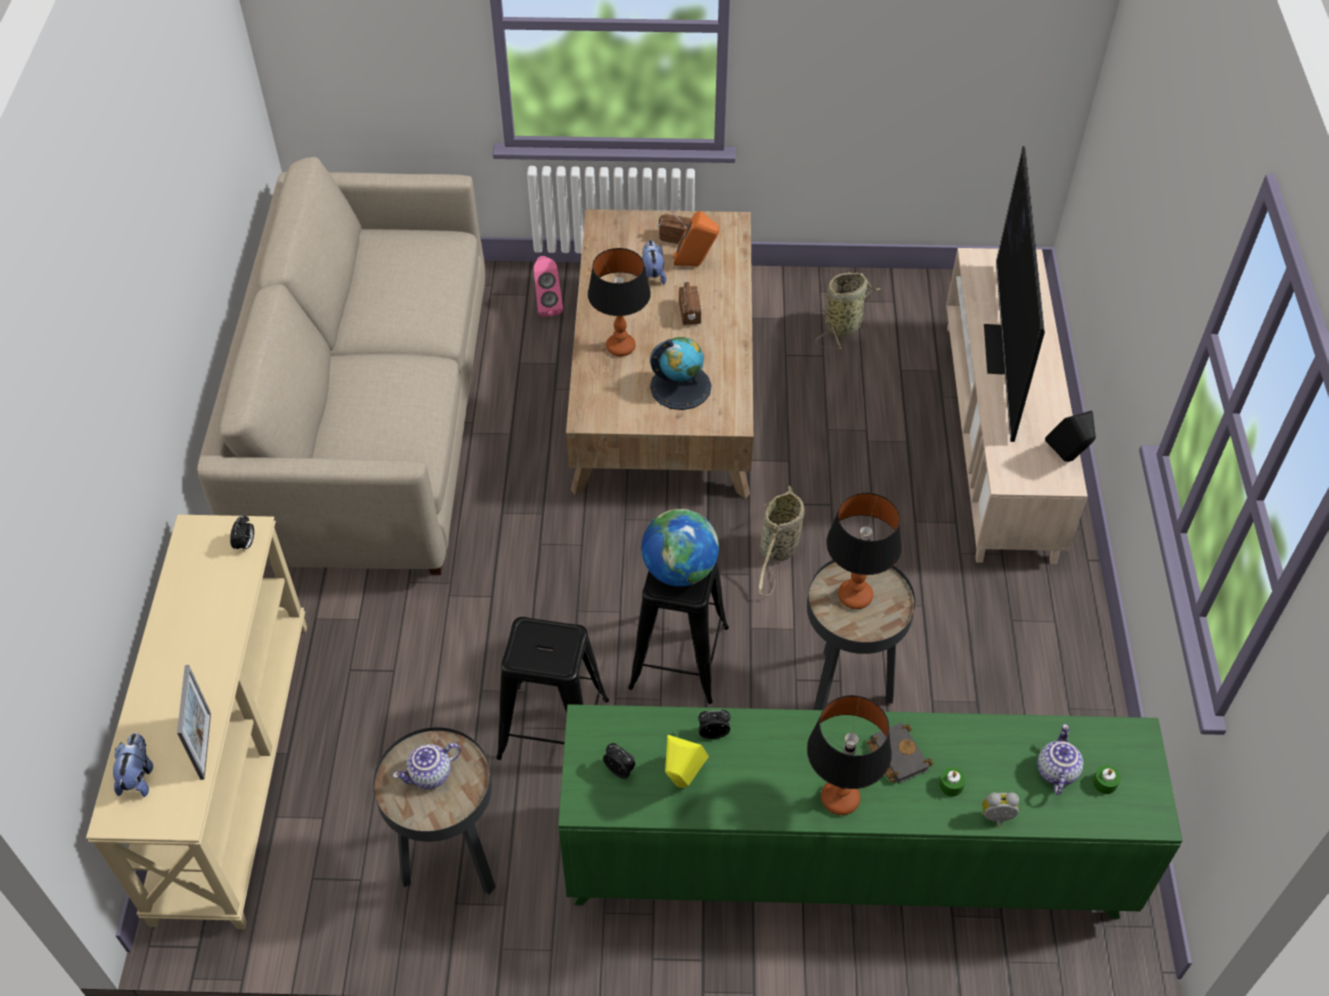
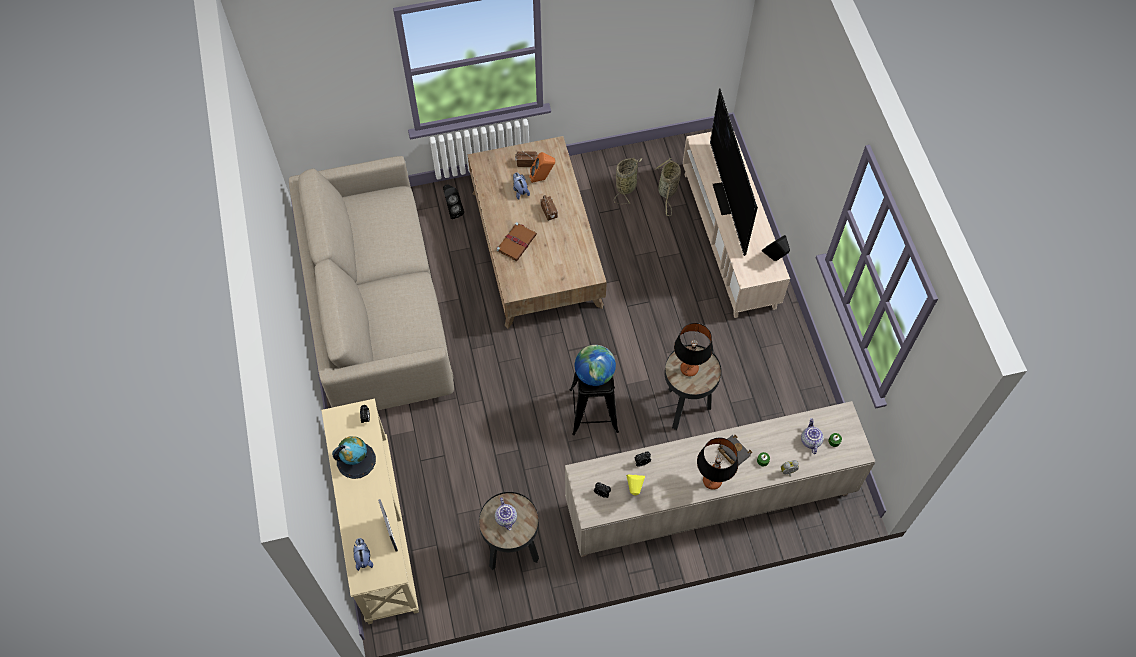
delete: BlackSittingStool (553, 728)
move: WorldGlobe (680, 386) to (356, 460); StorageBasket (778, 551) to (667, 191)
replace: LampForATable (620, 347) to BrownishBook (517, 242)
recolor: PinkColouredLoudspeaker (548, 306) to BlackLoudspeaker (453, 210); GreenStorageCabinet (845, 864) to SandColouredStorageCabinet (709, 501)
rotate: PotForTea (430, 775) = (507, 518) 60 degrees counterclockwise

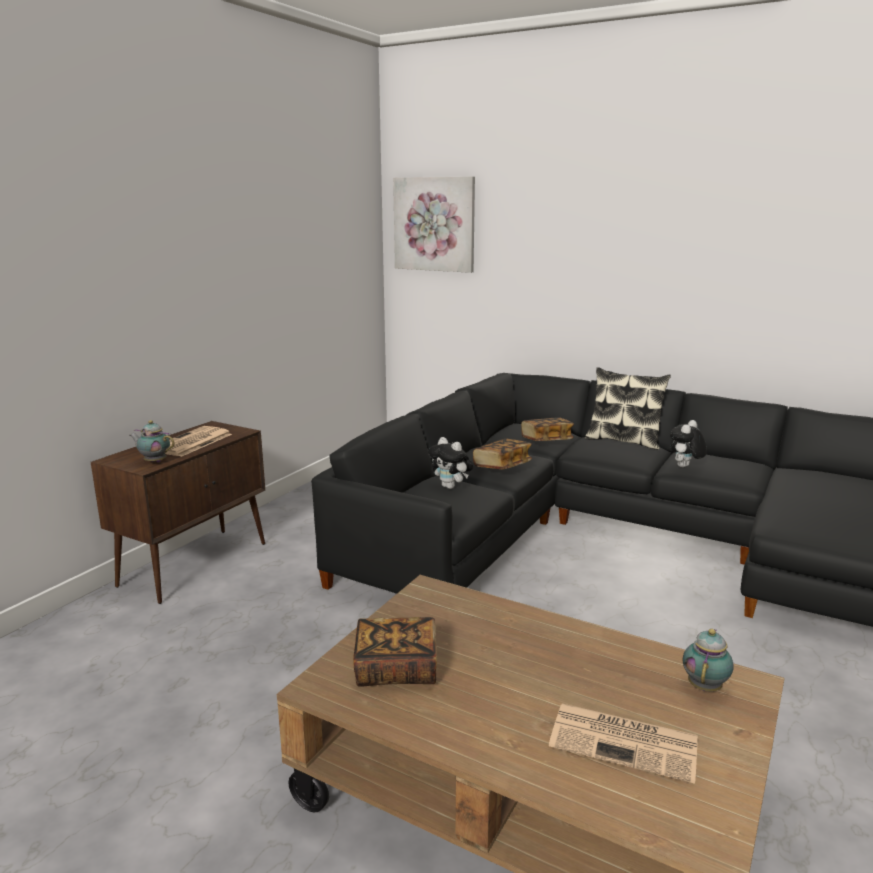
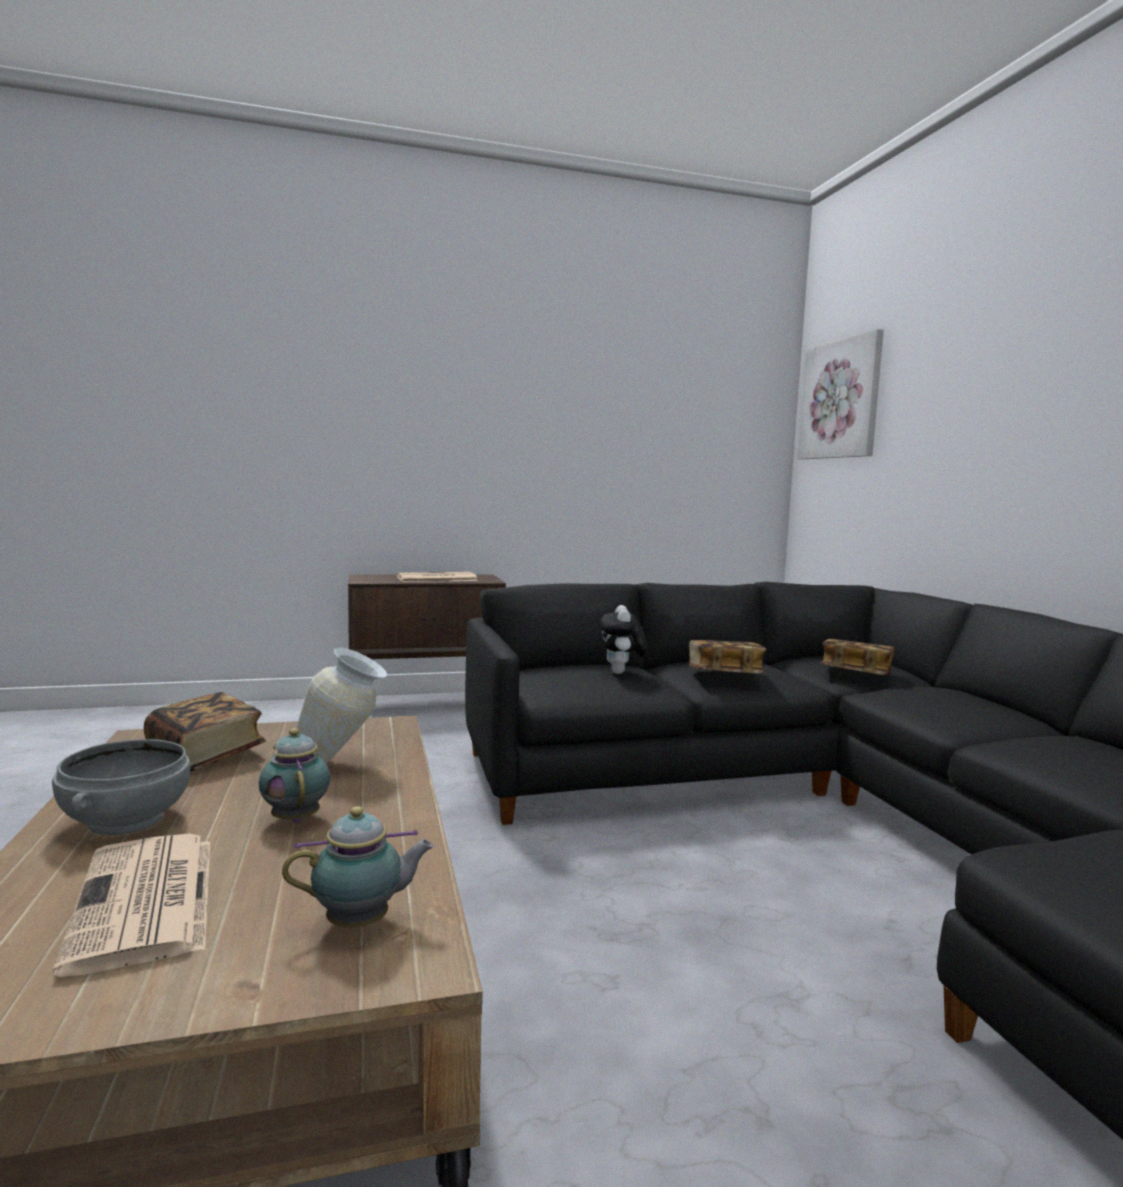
delete: ThrowPillow (624, 441); SoftToy (685, 467)
insert: GreyBowl (125, 820); DecorativeVase (341, 764)
move: PotForTea (154, 462) to (296, 818)

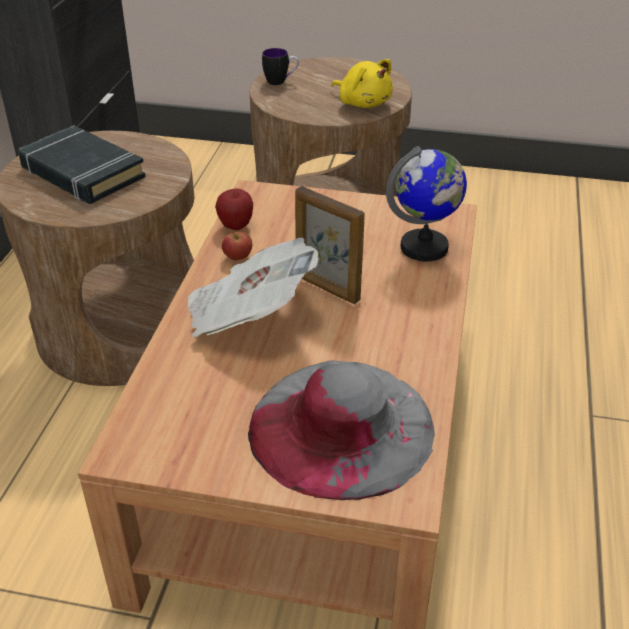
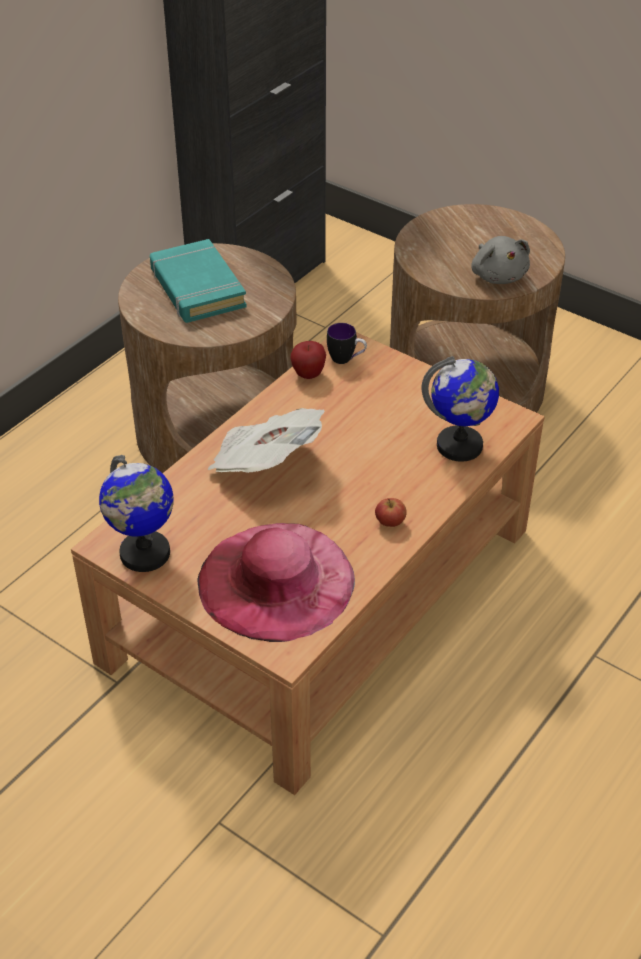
delete: PictureFrame (326, 288)
insert: WorldGlobe (144, 554)
move: AppleFruit (238, 257) to (390, 522); TeaMug (281, 82) to (346, 360)
recolor: BlackBook (82, 173) to BlueGreenBook (197, 288); GreyClothingHat (341, 427) to PinkColouredClothingHat (276, 580); YellowColouredSoftToy (363, 103) to GreySoftToy (498, 275)

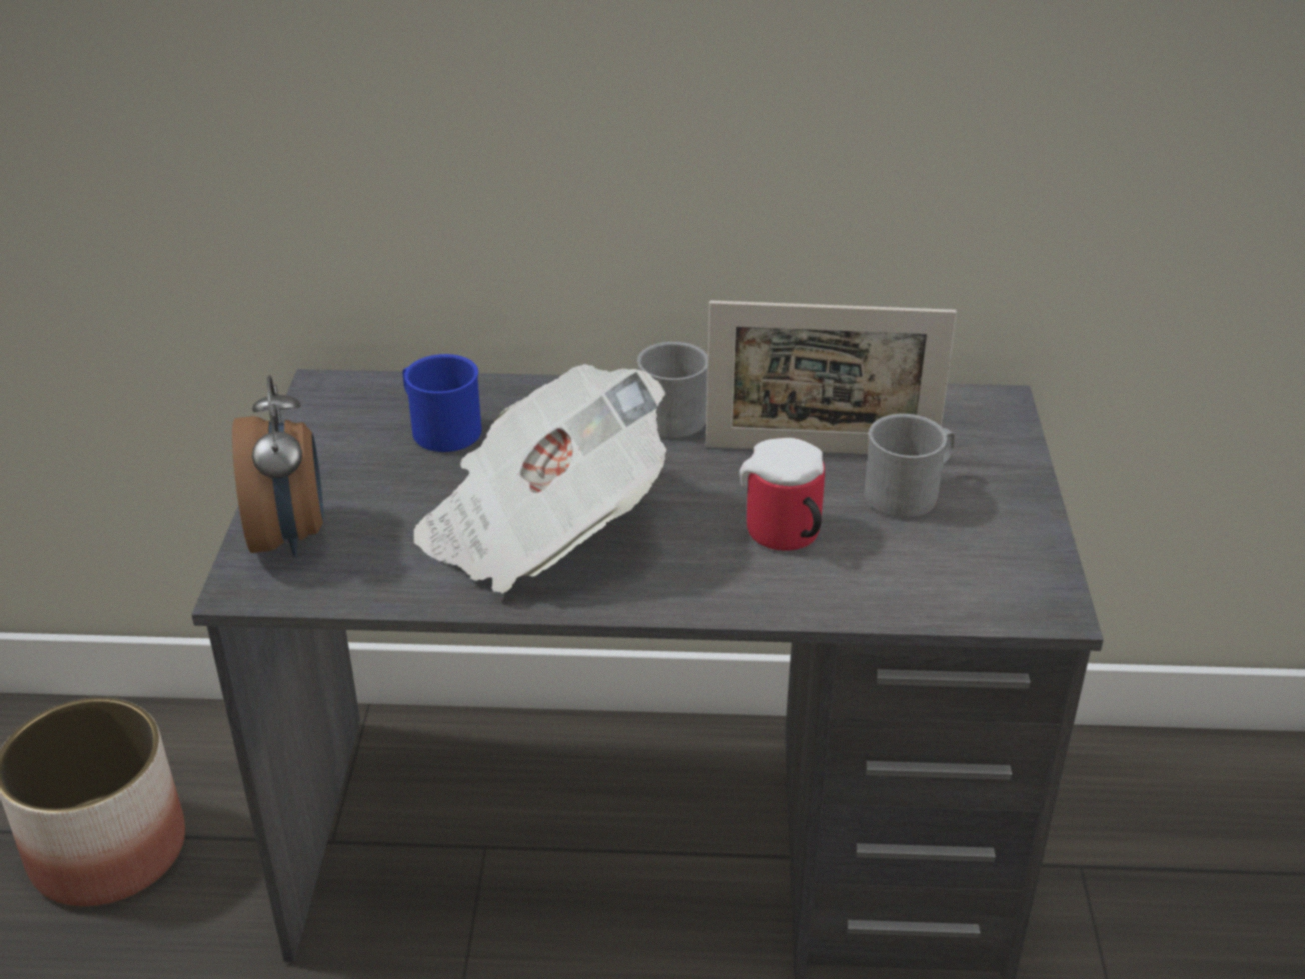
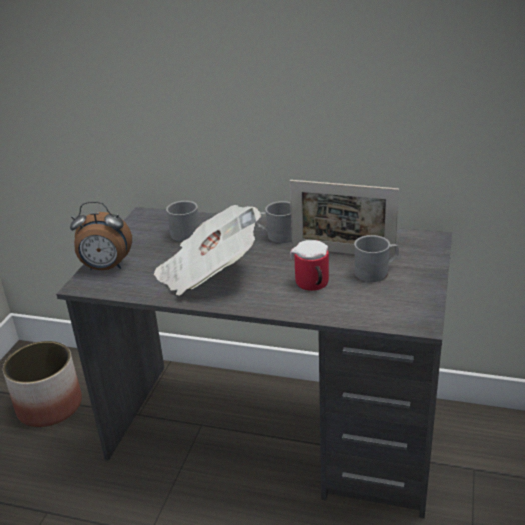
recolor: BlueColouredTeaMug (439, 428) to GreyTeaMug (183, 232)
rotate: BedsideClock (290, 535) = (106, 268) 90 degrees clockwise

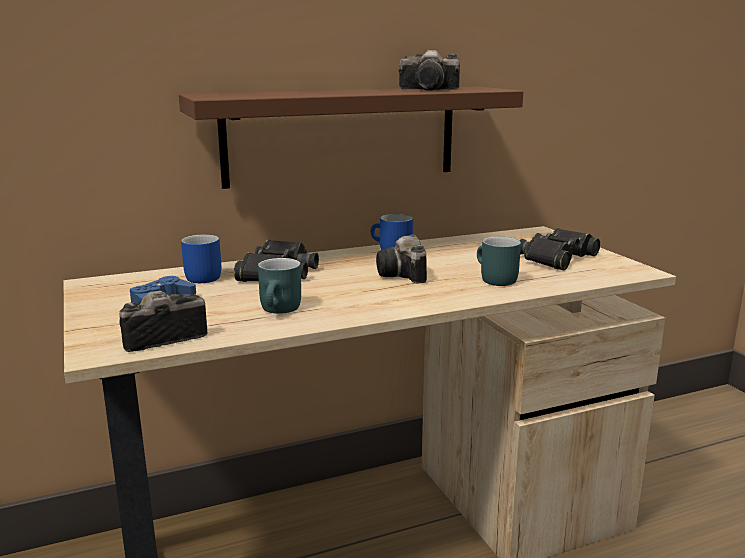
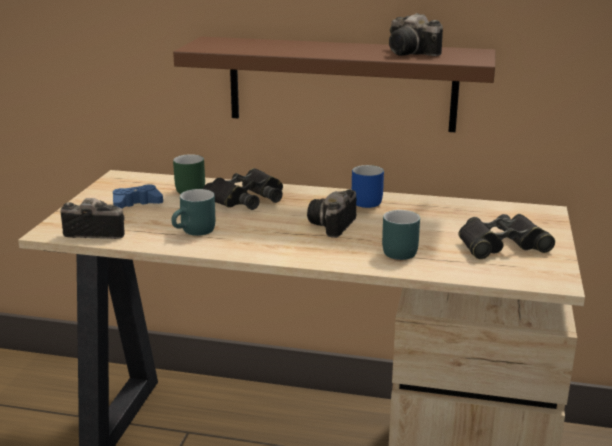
recolor: BlueColouredTeaMug (198, 277) to GreenTeaMug (188, 189)

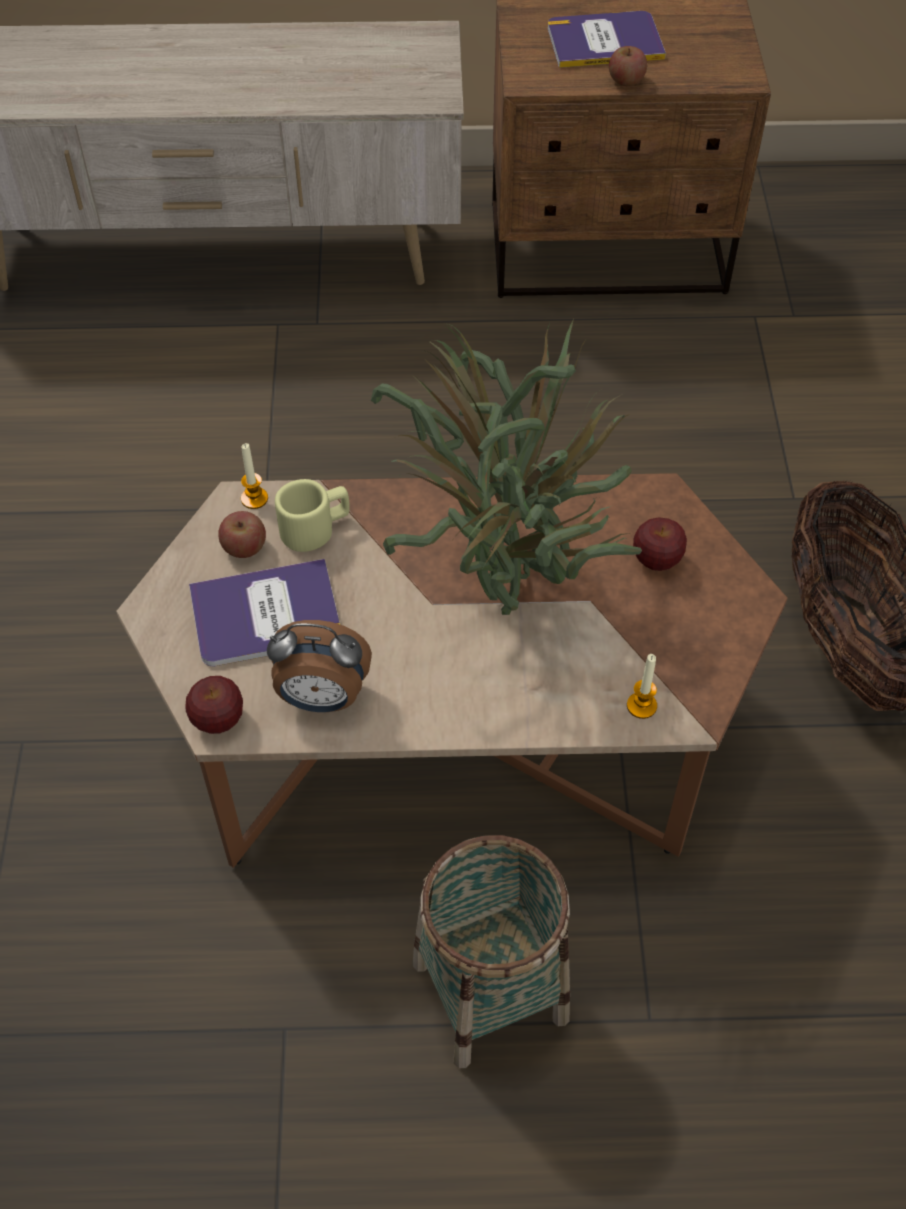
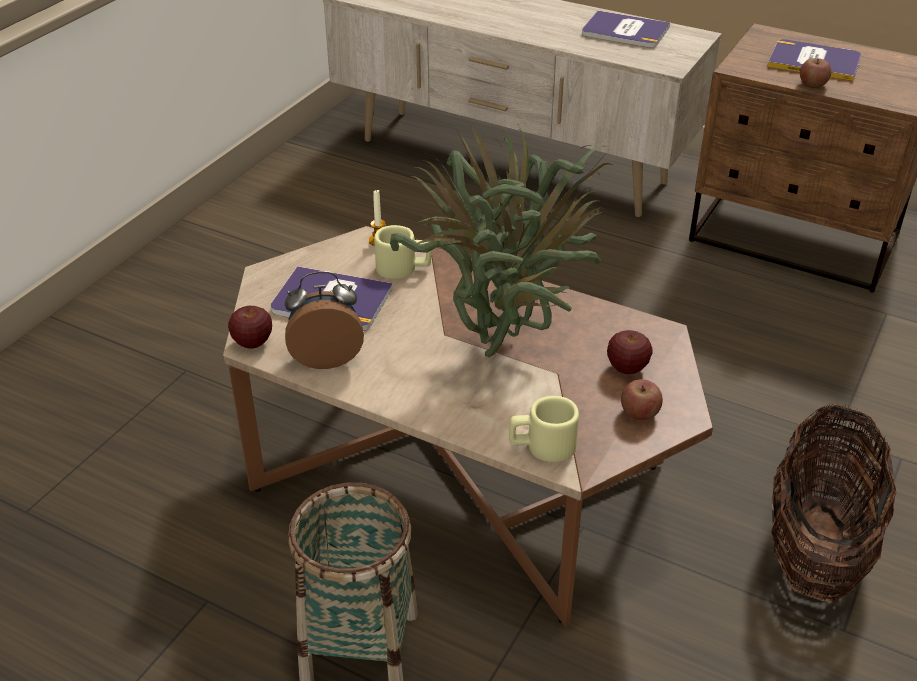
insert: Book (625, 31)
move: AppleFruit (244, 547) to (639, 413)
replace: WaxCandle (641, 706) to SandColouredTeaMug (542, 446)
rotate: BedsideClock (321, 698) = (326, 356) 135 degrees clockwise

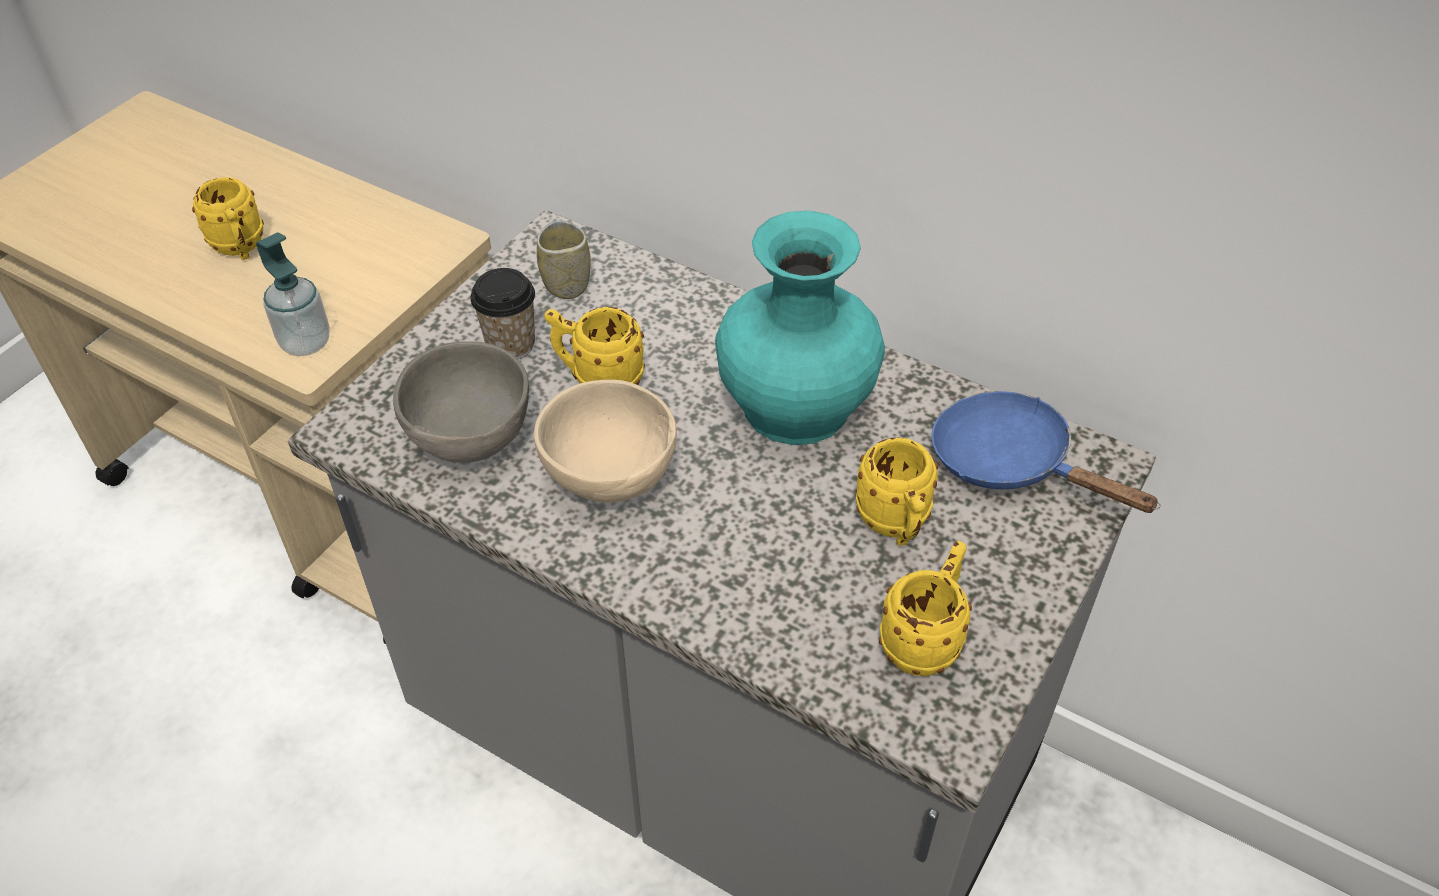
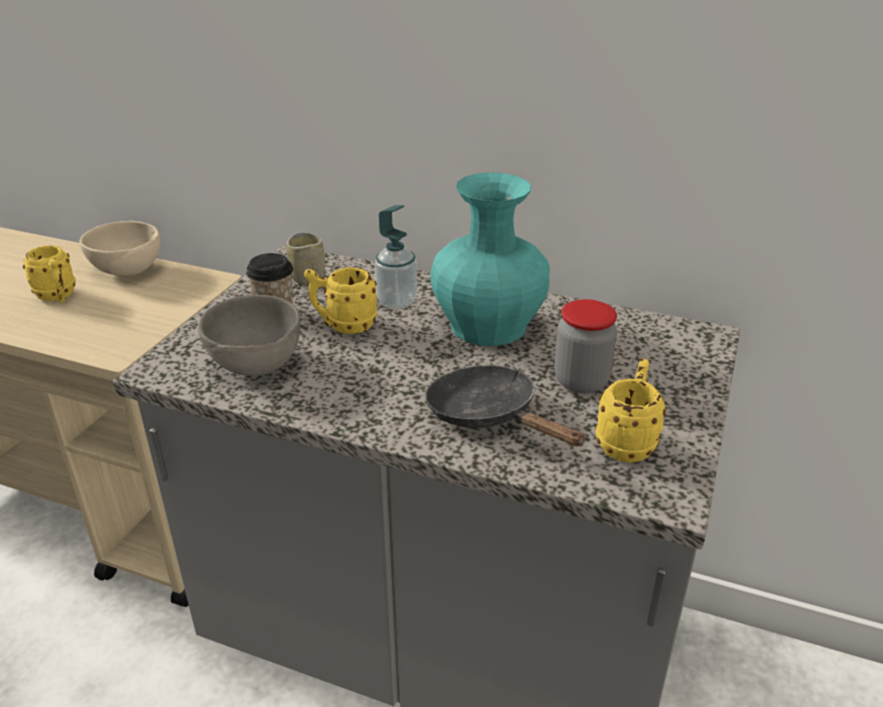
delete: BlueColouredPan (1011, 463)
insert: BlackPan (489, 415)
move: SoapBottle (305, 343) to (397, 302); SandColouredBowl (610, 478) to (127, 271)
replace: YellowColouredTeaMug (895, 525) to PreserveJar (581, 381)

